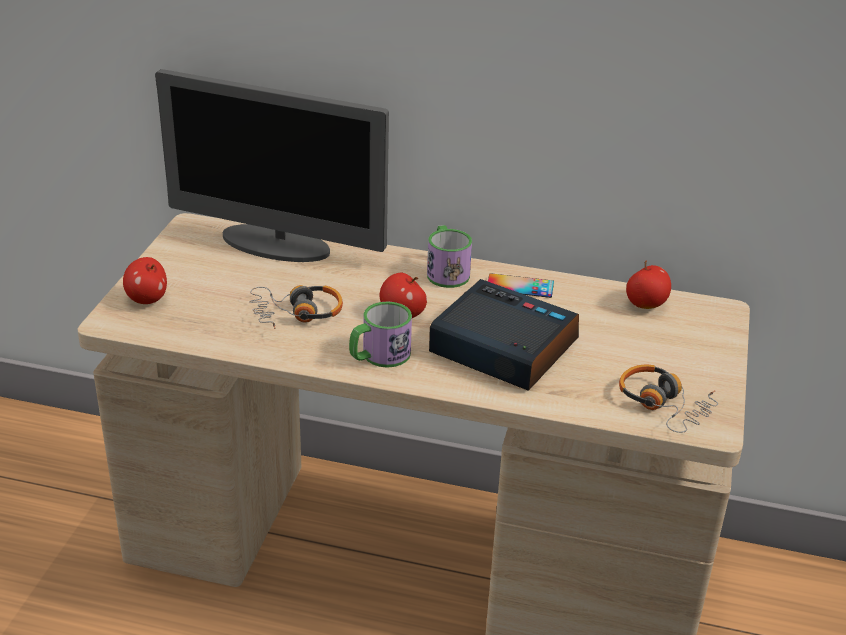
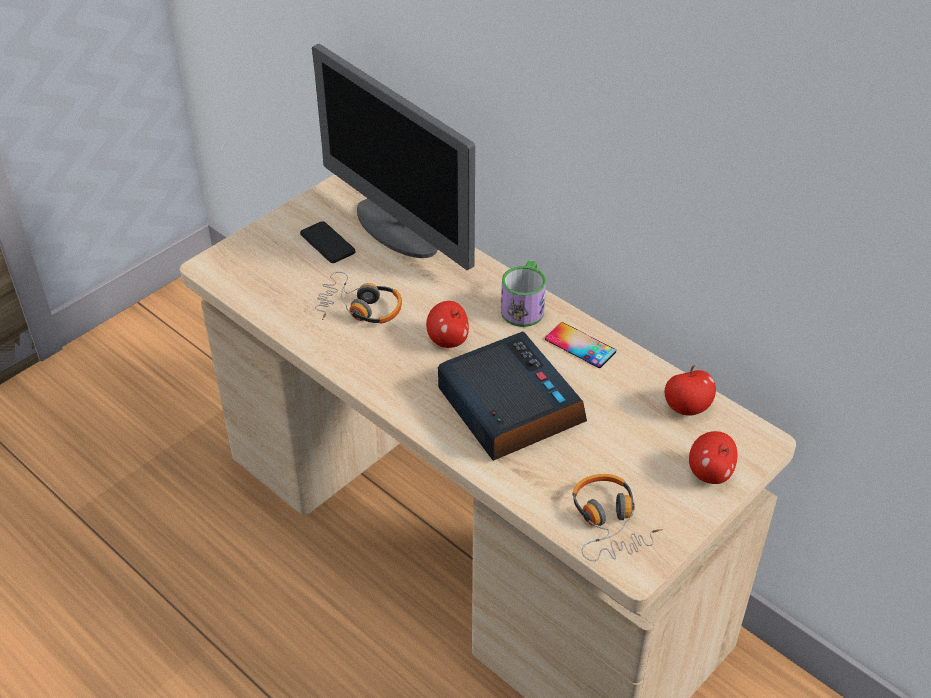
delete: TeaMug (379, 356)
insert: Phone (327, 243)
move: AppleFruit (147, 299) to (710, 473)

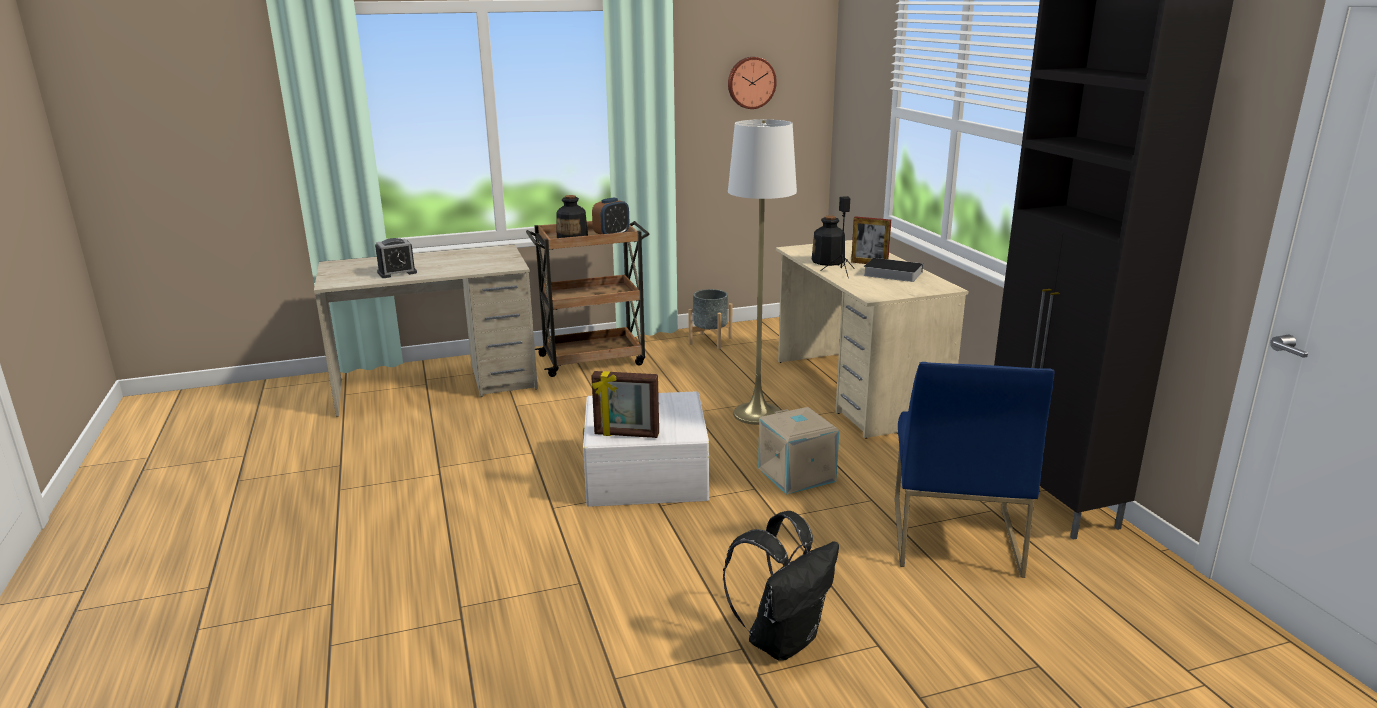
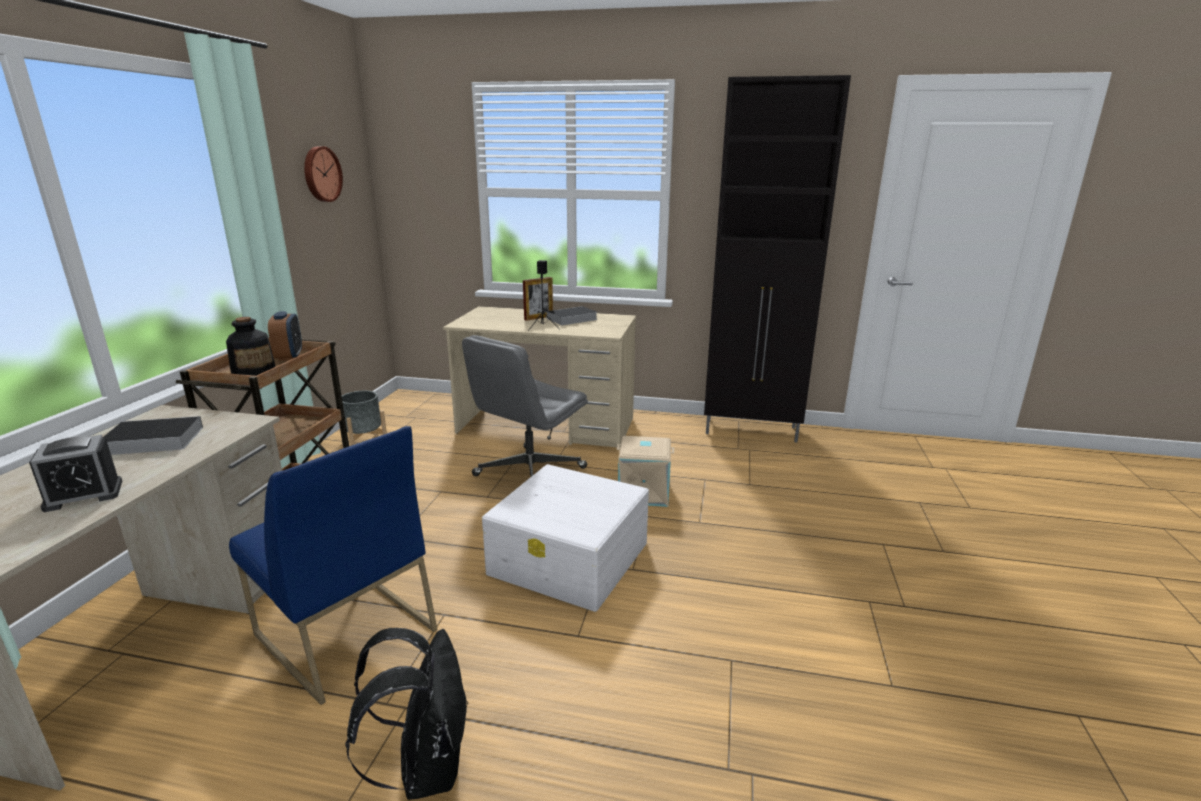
delete: PictureFrame (626, 435); BeverageBottle (828, 261)
insert: Book (150, 441)
move: BlackBackpack (782, 639) to (426, 766); BlueColouredUprightChair (953, 535) to (344, 632)
replace: WhiteColouredStandardLamp (757, 414) to GreyComputerChair (529, 472)
rotate: BedsideClock (397, 272) = (84, 495) 60 degrees clockwise

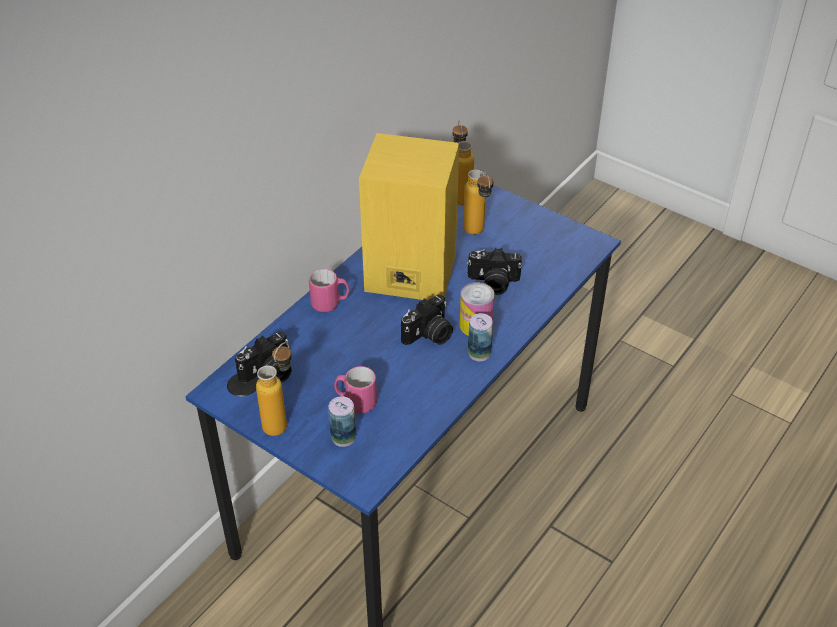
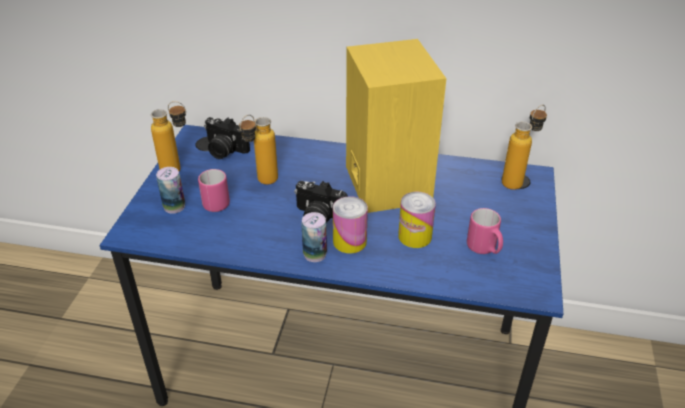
move: PinkColouredTeaMug (330, 303) to (484, 249); BeverageBottle (477, 234) to (261, 183)
replace: PhotoCamera (493, 283) to MetalCan (415, 236)

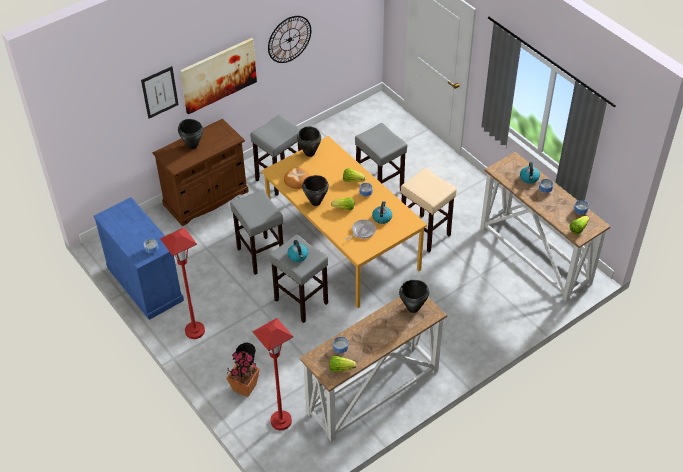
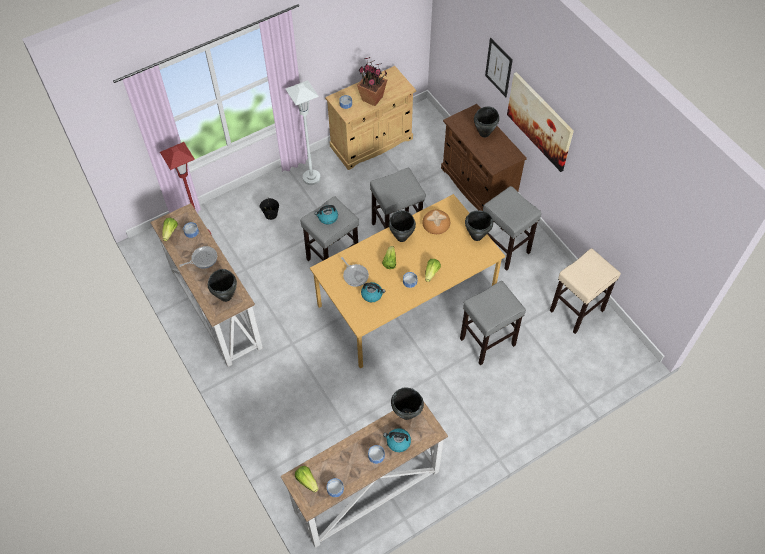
delete: HangingClock (289, 39)
insert: Pan (203, 259); BlackCookingPot (406, 413)
move: Houseplant (245, 387) to (372, 98); SandColouredSittingStool (425, 233) to (576, 311)
recolor: BlueColouredStorageCabinet (145, 284) to SandColouredStorageCabinet (371, 142); RedColouredStandardLamp (195, 331) to WhiteColouredStandardLamp (311, 178)

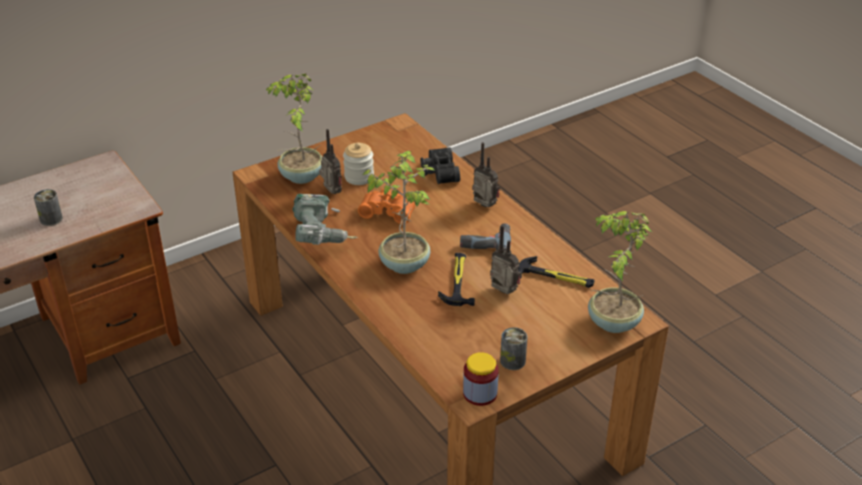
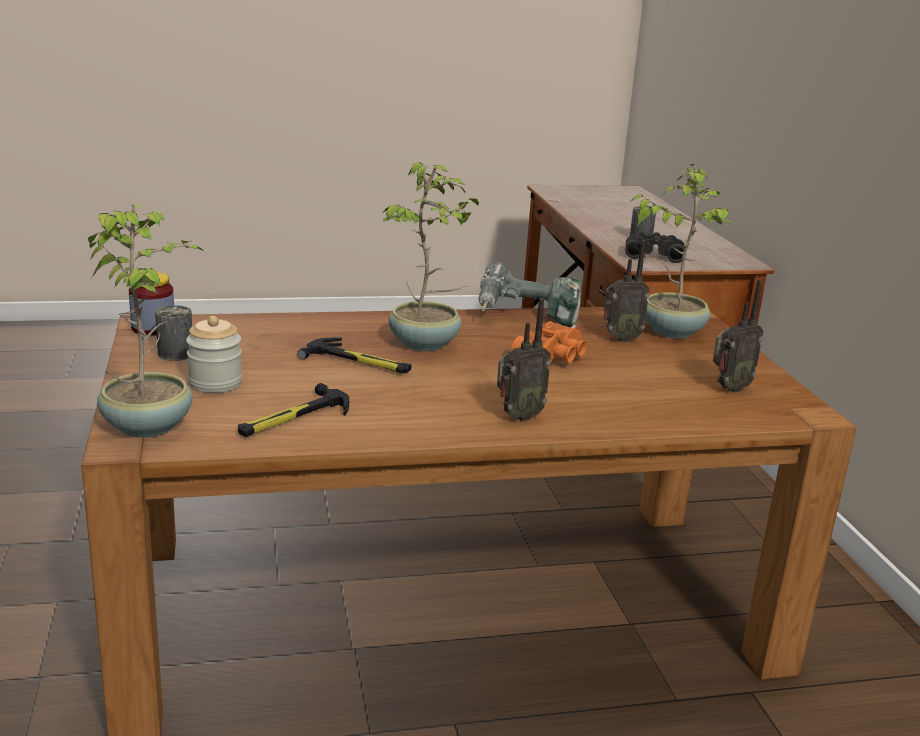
delete: PowerDrill (485, 242)
move: PreserveJar (359, 177) to (215, 383); BlackFieldGlasses (438, 172) to (654, 255); Radio (502, 293) to (728, 388)

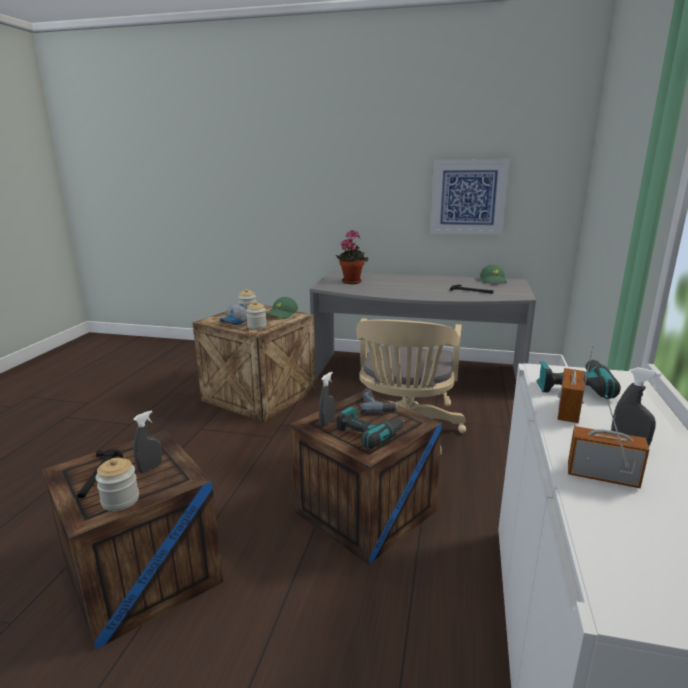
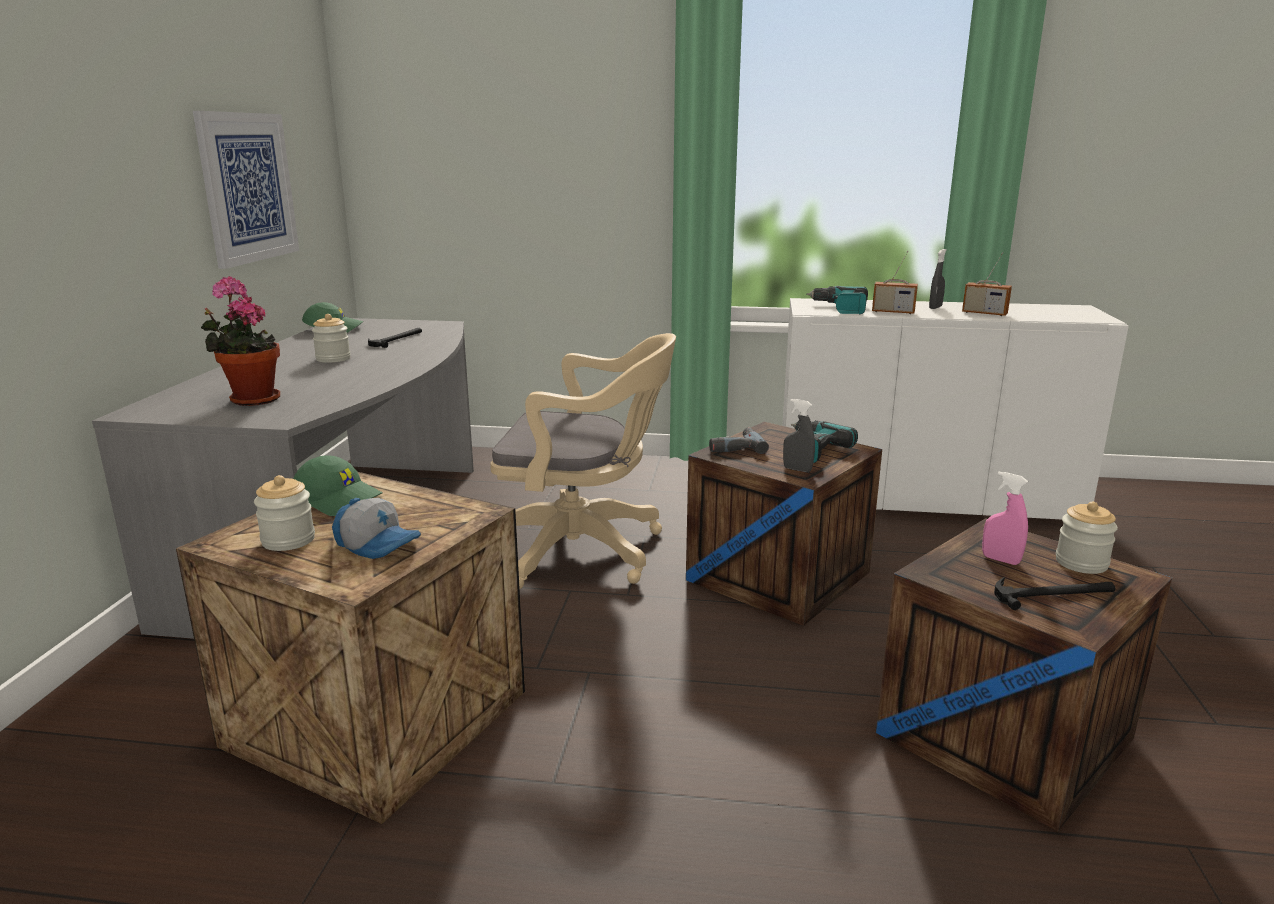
move: PreserveJar (257, 326) to (333, 359)
recolor: GreySprayBottle (150, 468) to PinkColouredSprayBottle (1000, 560)
rotate: Radio (602, 476) = (984, 313) 75 degrees counterclockwise

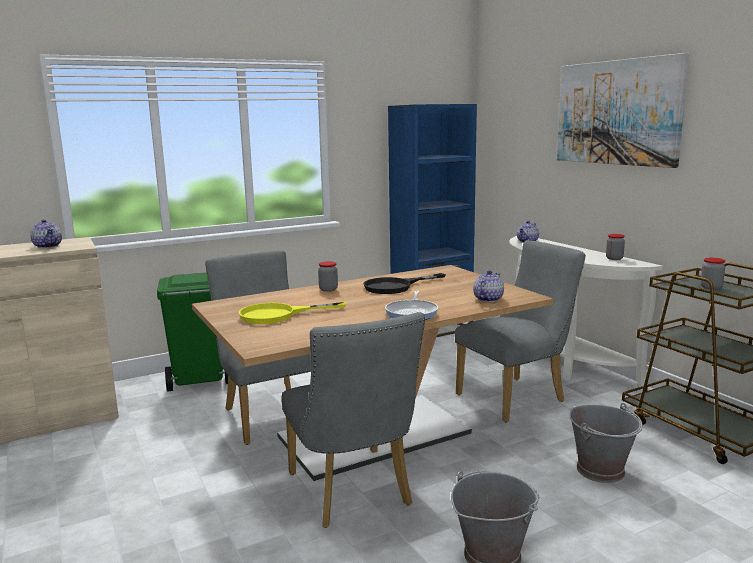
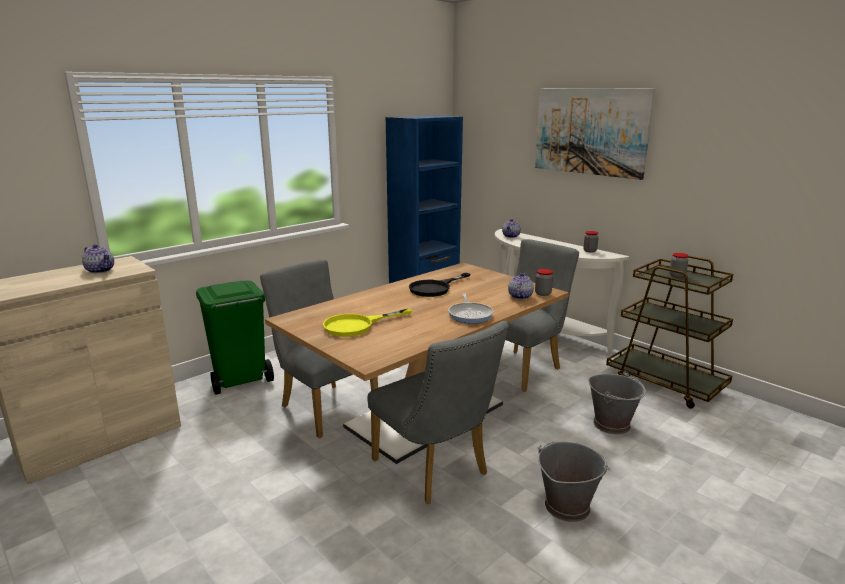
move: PreserveJar (328, 289) to (543, 293)

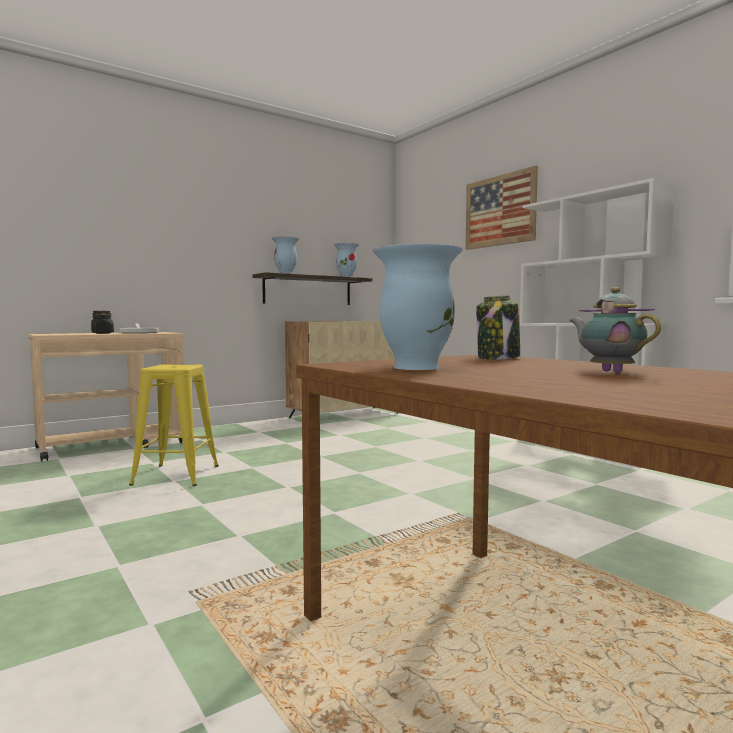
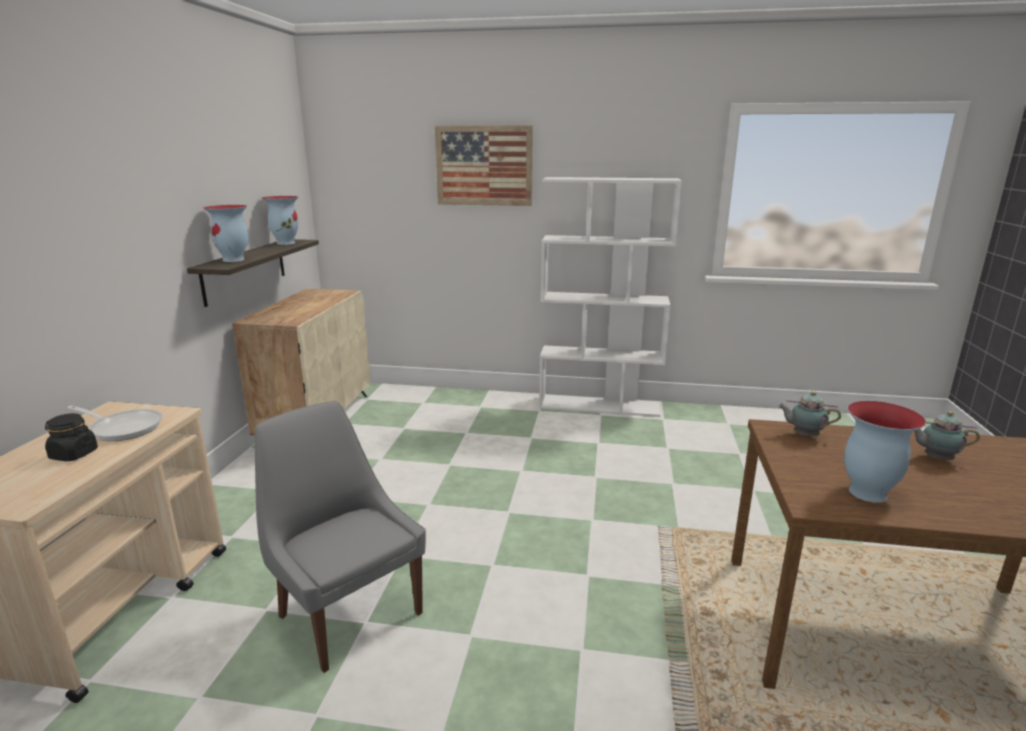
replace: YellowColouredSittingStool (176, 475) to GreyUprightChair (347, 612); PreserveJar (498, 358) to PotForTea (803, 435)

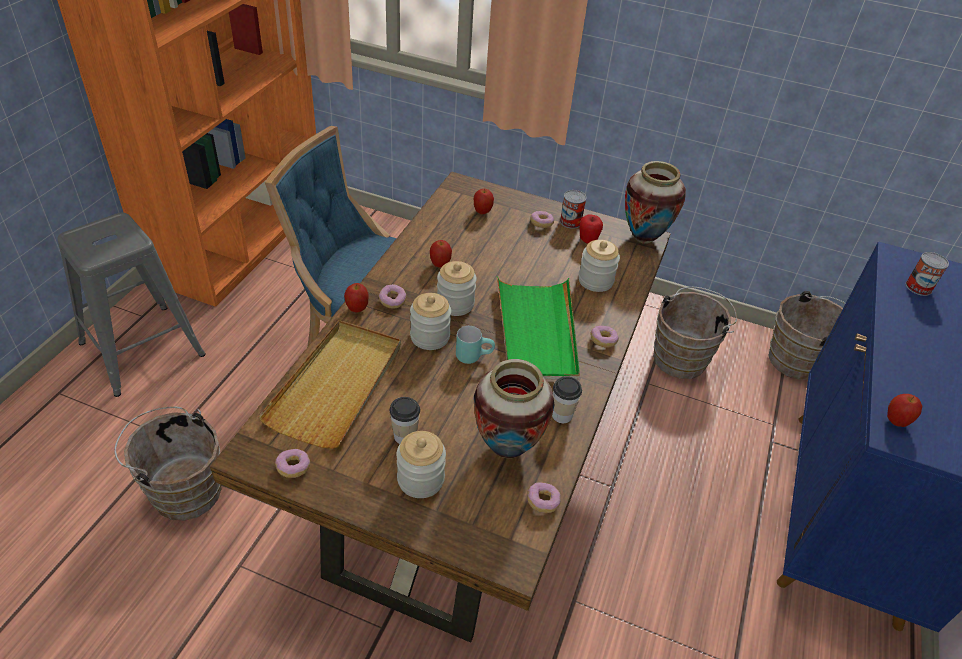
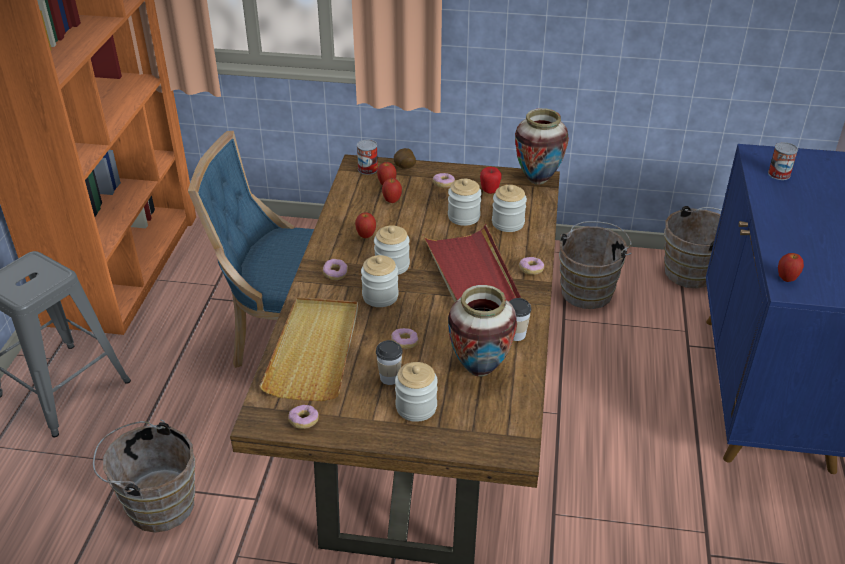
delete: BlueGreenTeaMug (474, 355)
insert: Spud (404, 168); PreserveJar (464, 217)
move: AppleFruit (357, 309) to (392, 201); Doughnut (542, 502) to (404, 343); MetalCan (570, 221) to (368, 169)
recolor: GreenTray (537, 331) to RedColouredTray (472, 274)

